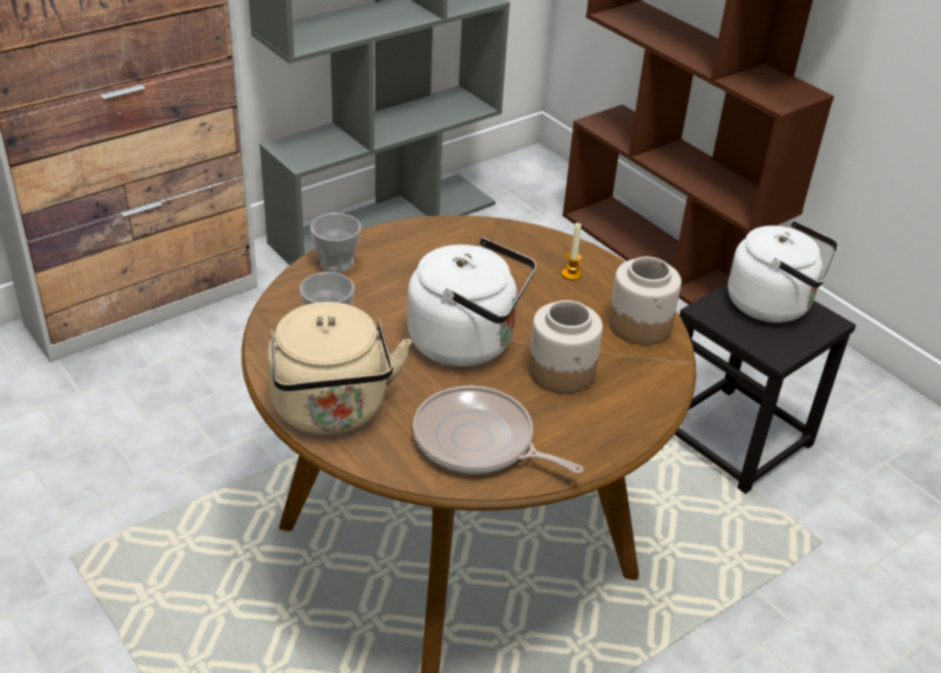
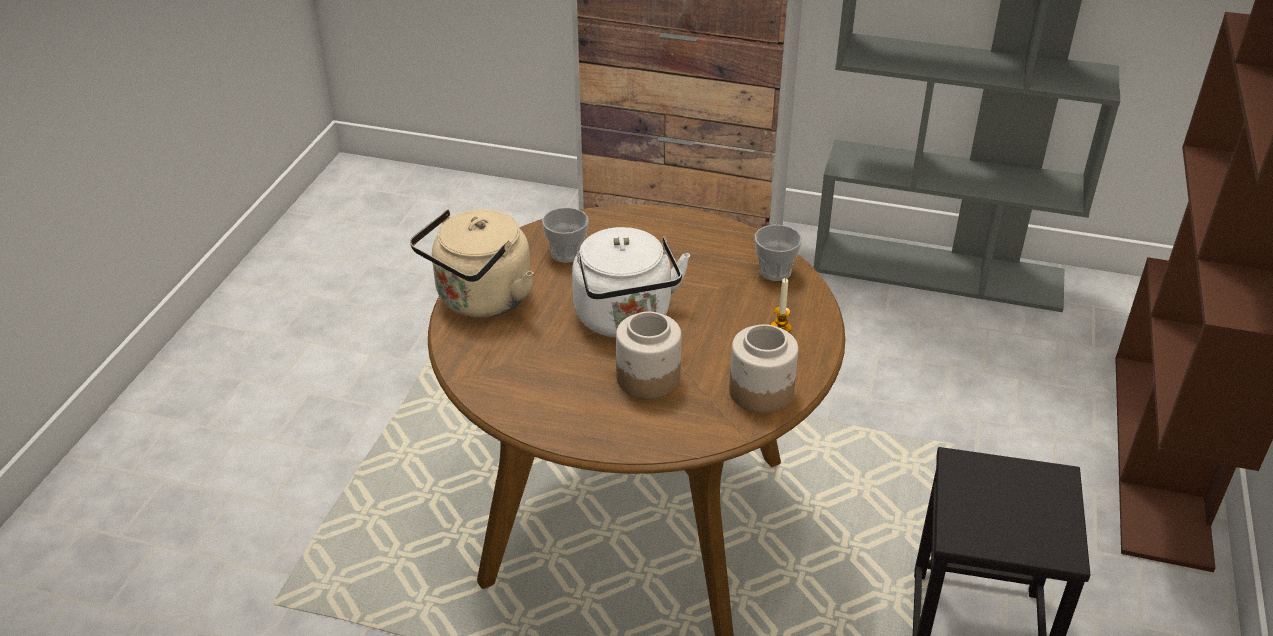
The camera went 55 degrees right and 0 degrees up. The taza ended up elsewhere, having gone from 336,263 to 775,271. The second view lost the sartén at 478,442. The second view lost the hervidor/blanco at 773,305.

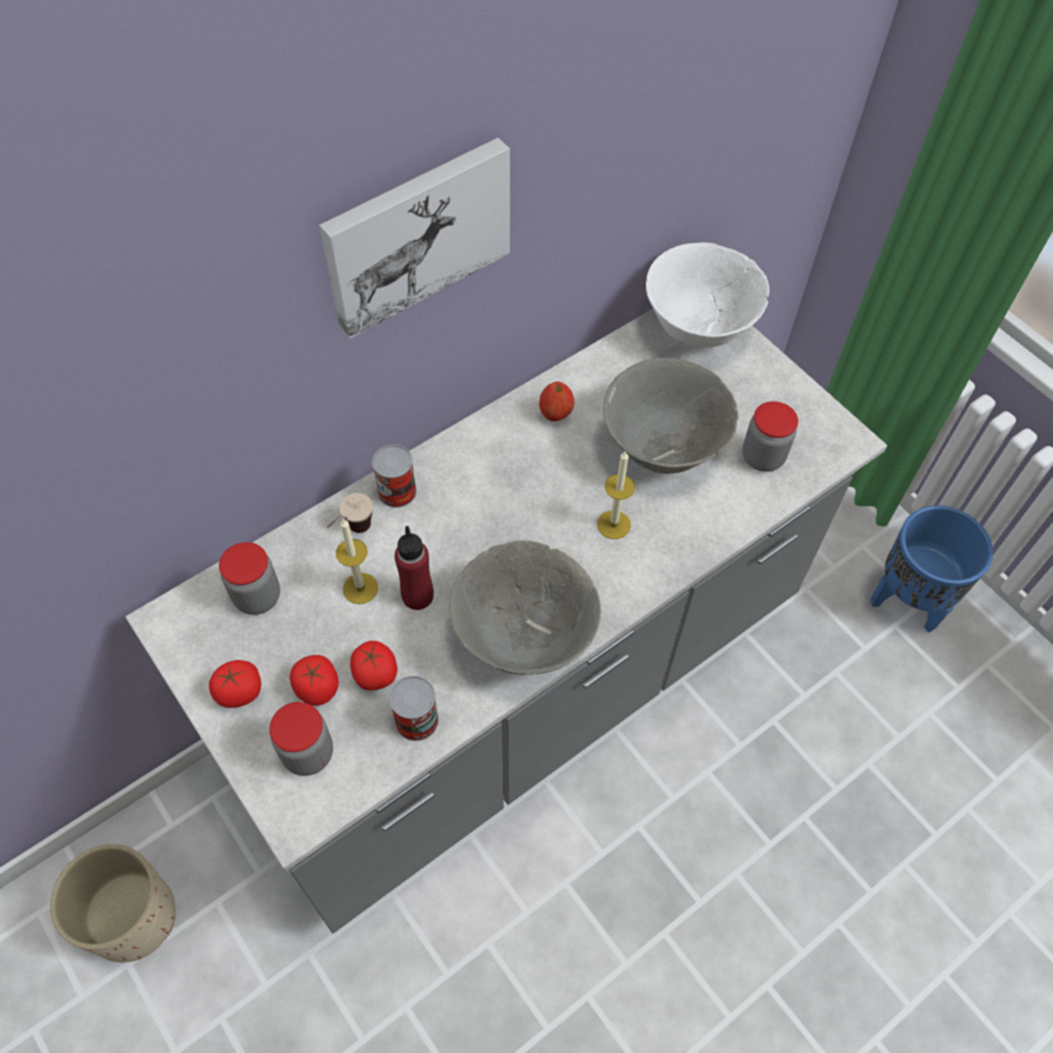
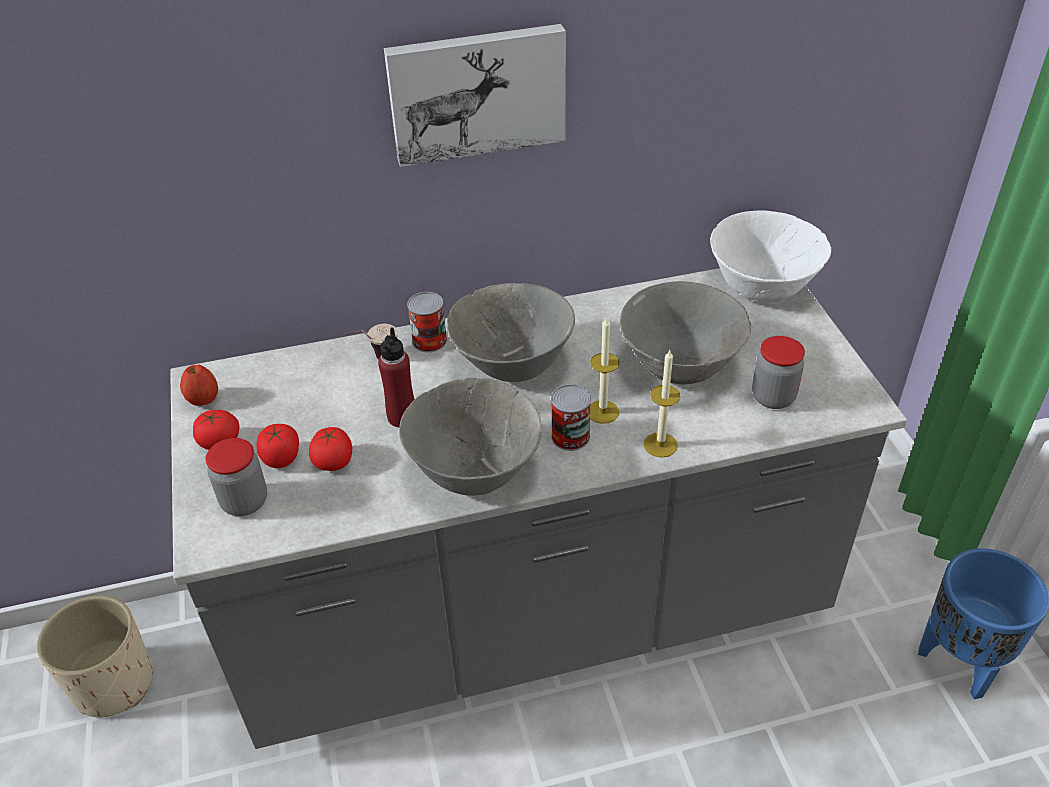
The camera went 25 degrees right and 15 degrees down. The manzana ended up elsewhere, having gone from 555,414 to 203,400. The second view gained the cuenco/gris at 513,366. The lata ended up elsewhere, having gone from 416,720 to 570,436. The vela ended up elsewhere, having gone from 360,588 to 660,445. The second view lost the tarro at 257,597.

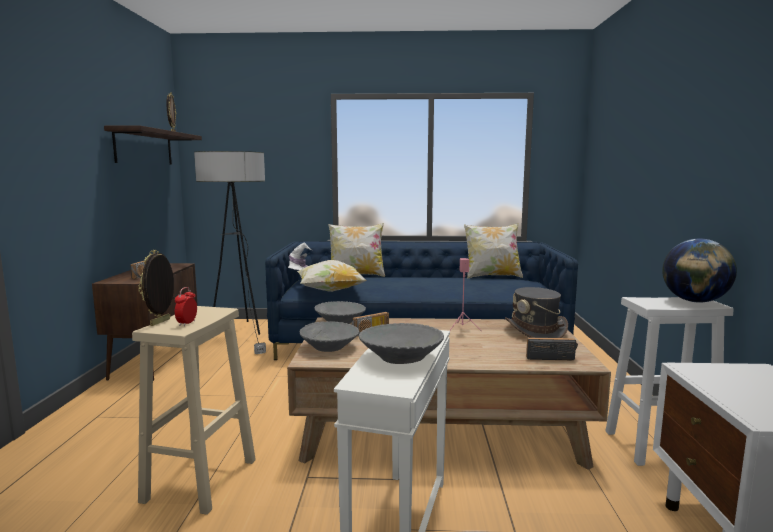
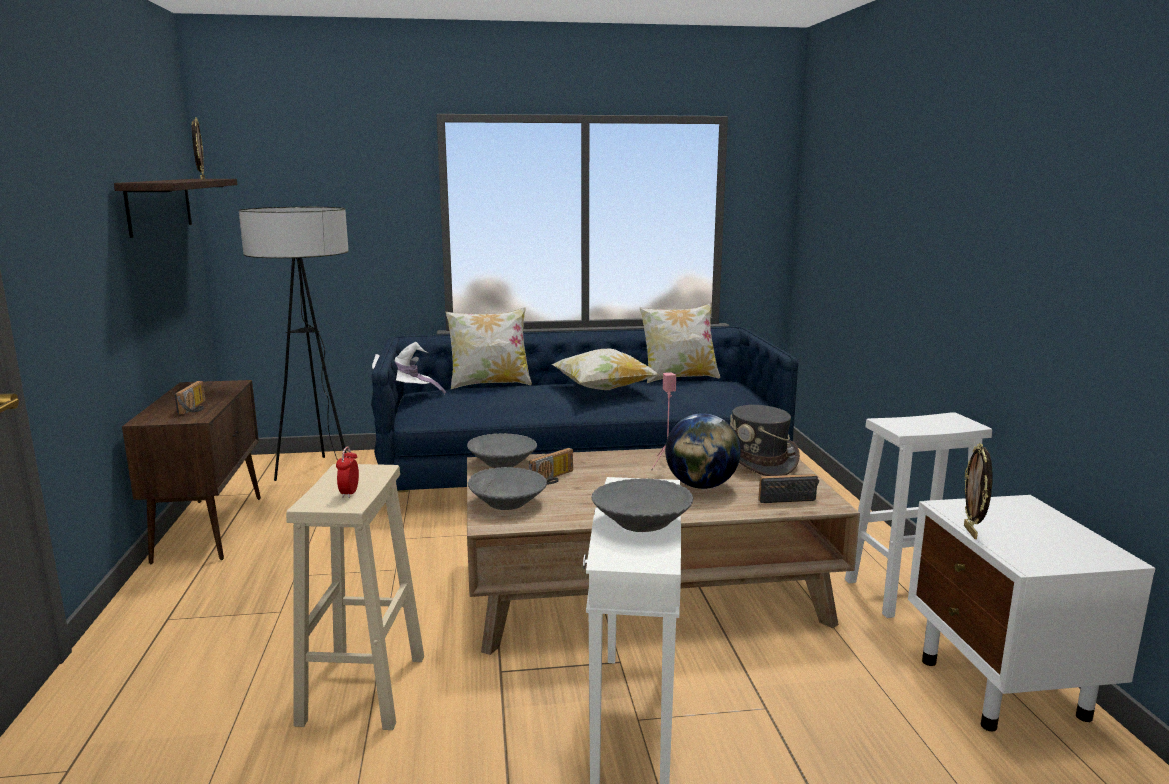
The camera went 10 degrees left and 5 degrees up. The cojín ended up elsewhere, having gone from 330,291 to 603,389. The globo terráqueo ended up elsewhere, having gone from 694,301 to 701,486. The portarretratos ended up elsewhere, having gone from 161,322 to 971,532.

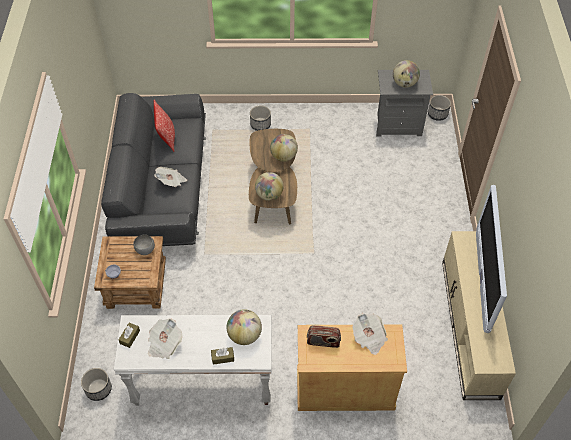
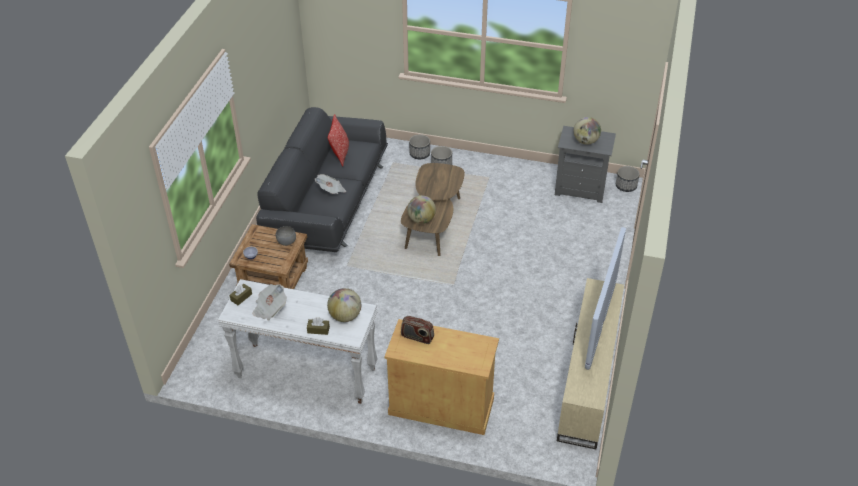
The camera went 15 degrees right and 10 degrees down. The maceta ended up elsewhere, having gone from 99,389 to 420,154. The second view lost the globo terráqueo at 283,156. The second view lost the periódico at 369,338.

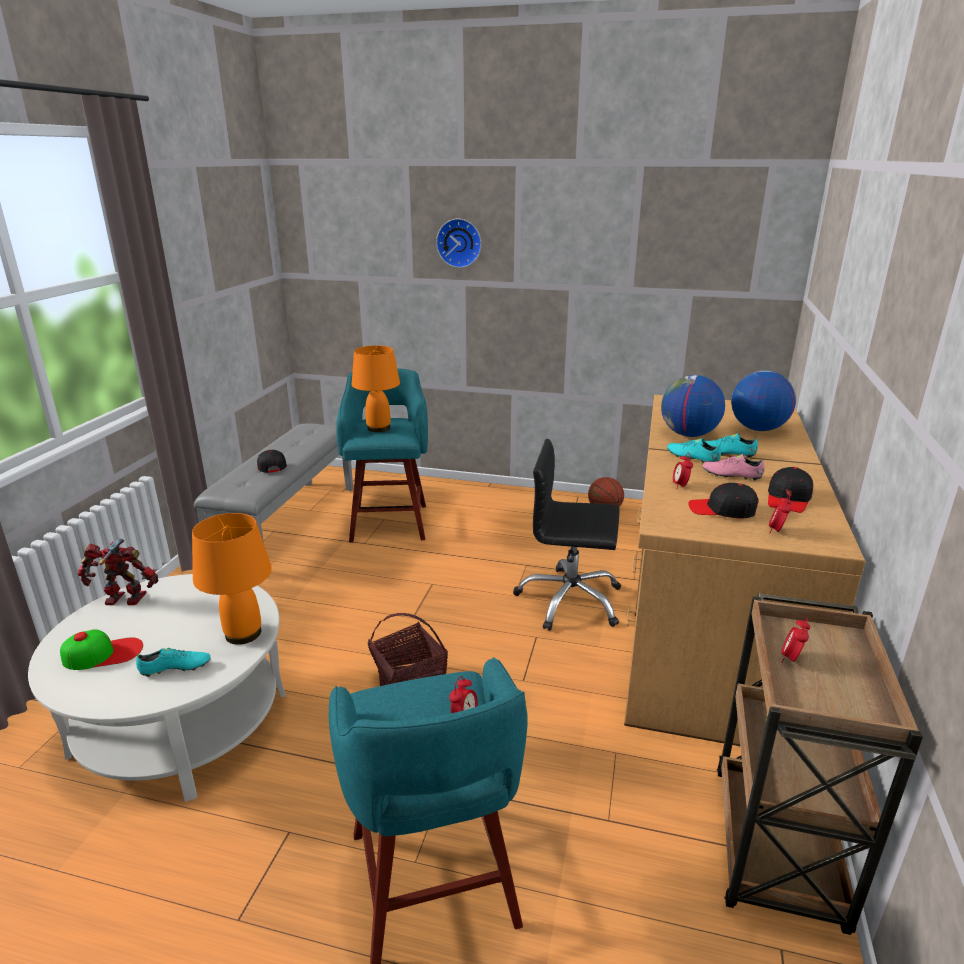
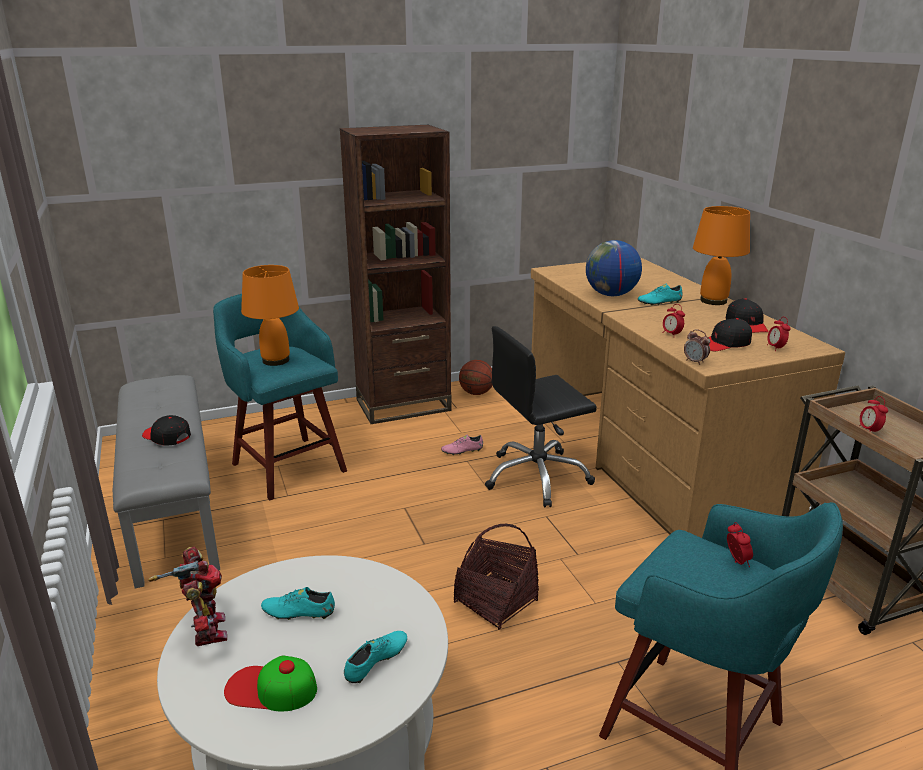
The camera went 35 degrees left and 0 degrees up. The robot de juguete at 125,600 ended up facing another way, 105 degrees clockwise from before. The gorra at 103,653 ended up facing another way, 120 degrees counterclockwise from before. The zapato/turquesa ended up elsewhere, having gone from 692,458 to 298,613. The second view gained the estantería/marrón at 403,405. The zapato/rosa ended up elsewhere, having gone from 731,475 to 462,451. The second view gained the despertador at 695,362. The lámpara de mesa/naranja ended up elsewhere, having gone from 243,634 to 714,301. The second view lost the reloj de pared at 459,243. The second view lost the globo terráqueo at 757,429.

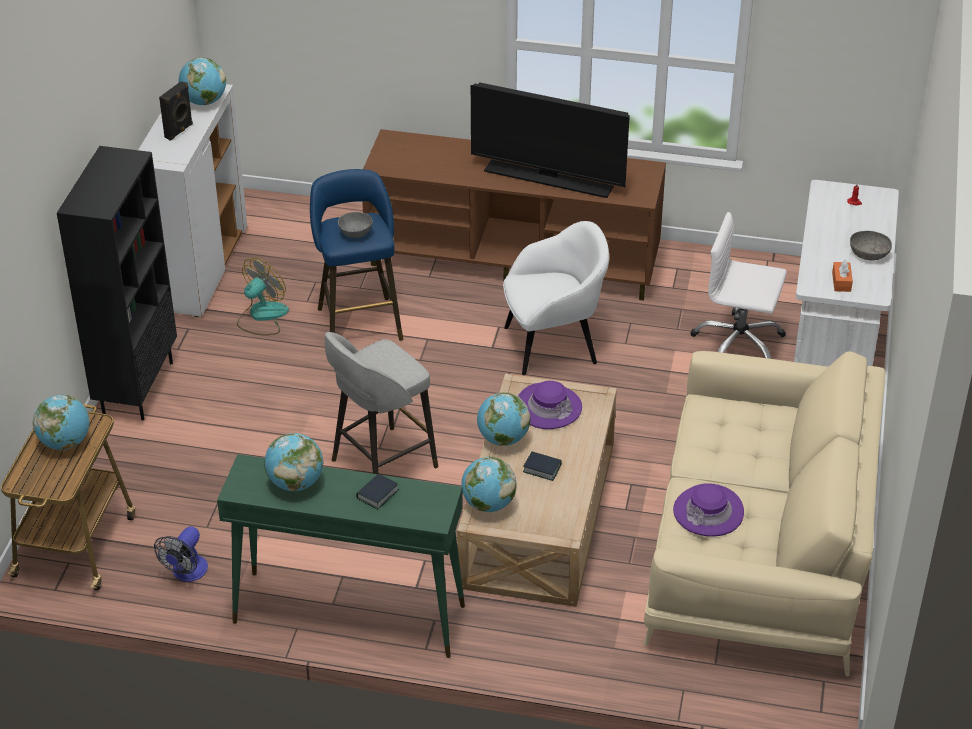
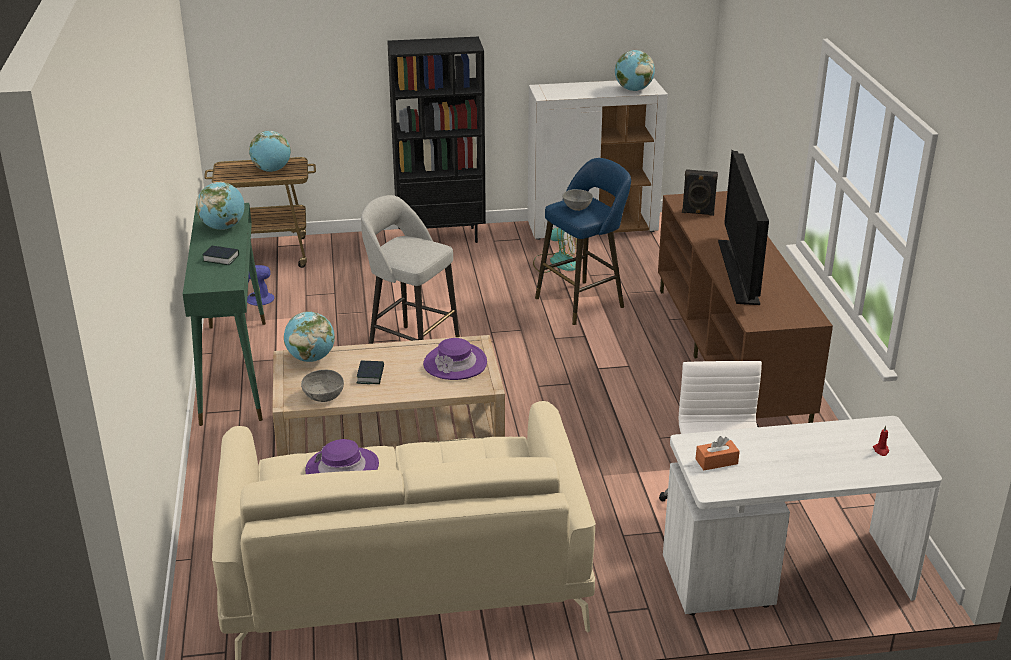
The camera went 70 degrees right and 10 degrees down. The cuenco/gris ended up elsewhere, having gone from 869,254 to 323,395. The altavoz/negro ended up elsewhere, having gone from 179,131 to 698,213. The second view lost the globo terráqueo at 503,439. The second view lost the sillón/blanco at 553,344.

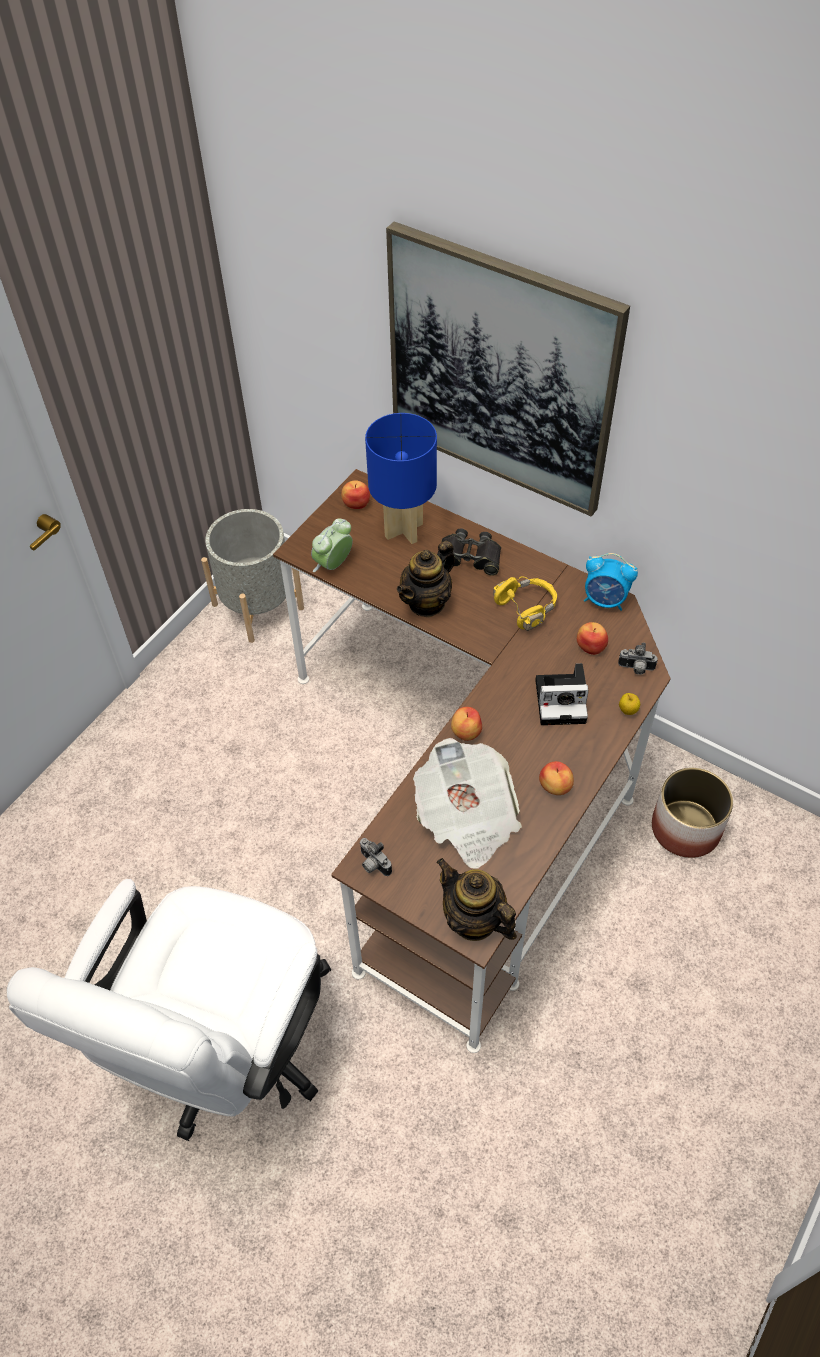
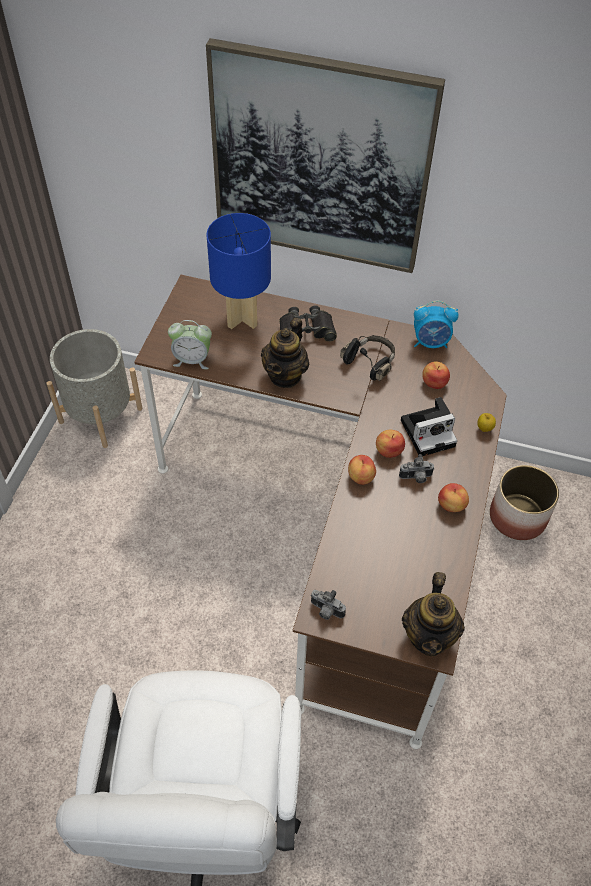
The camera went 20 degrees left and 0 degrees up. The despertador at 333,564 ended up facing another way, 105 degrees counterclockwise from before. What was the auriculares/amarillo at 526,608 turned into the auriculares/negro at 370,362. The manzana ended up elsewhere, having gone from 356,503 to 389,450. The cámara ended up elsewhere, having gone from 636,669 to 416,478. The tetera at 474,920 ended up facing another way, 105 degrees counterclockwise from before. The second view lost the periódico at 467,818.

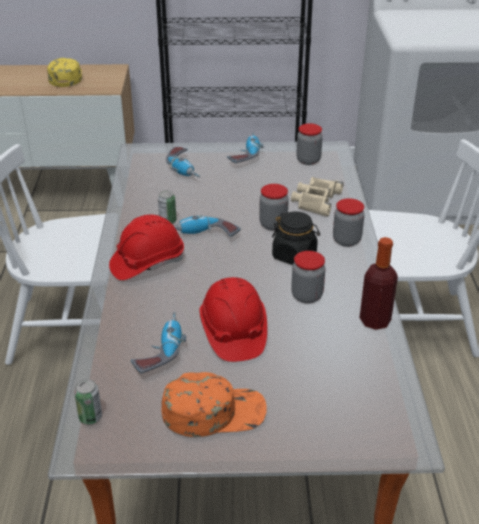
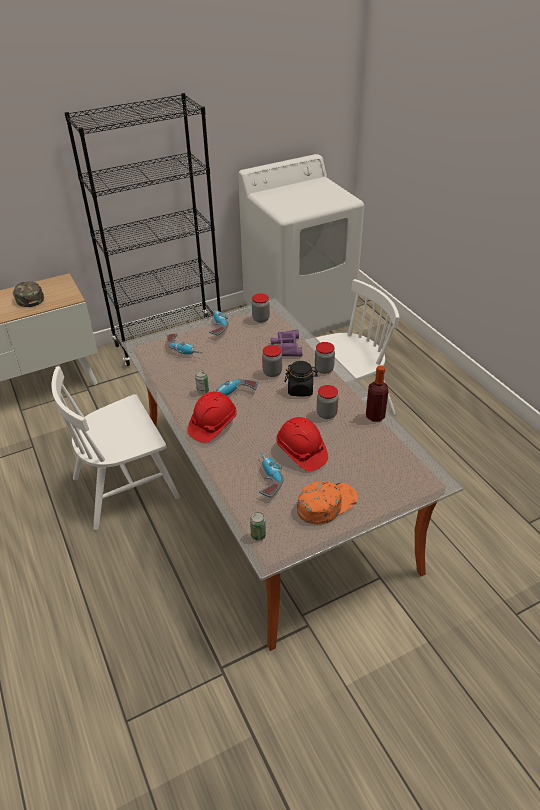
The camera went 25 degrees left and 5 degrees up. What was the gorra/amarillo at 65,77 turned into the gorra/verde at 27,297. What was the prismáticos/beis at 315,200 turned into the prismáticos/morado at 286,347.

